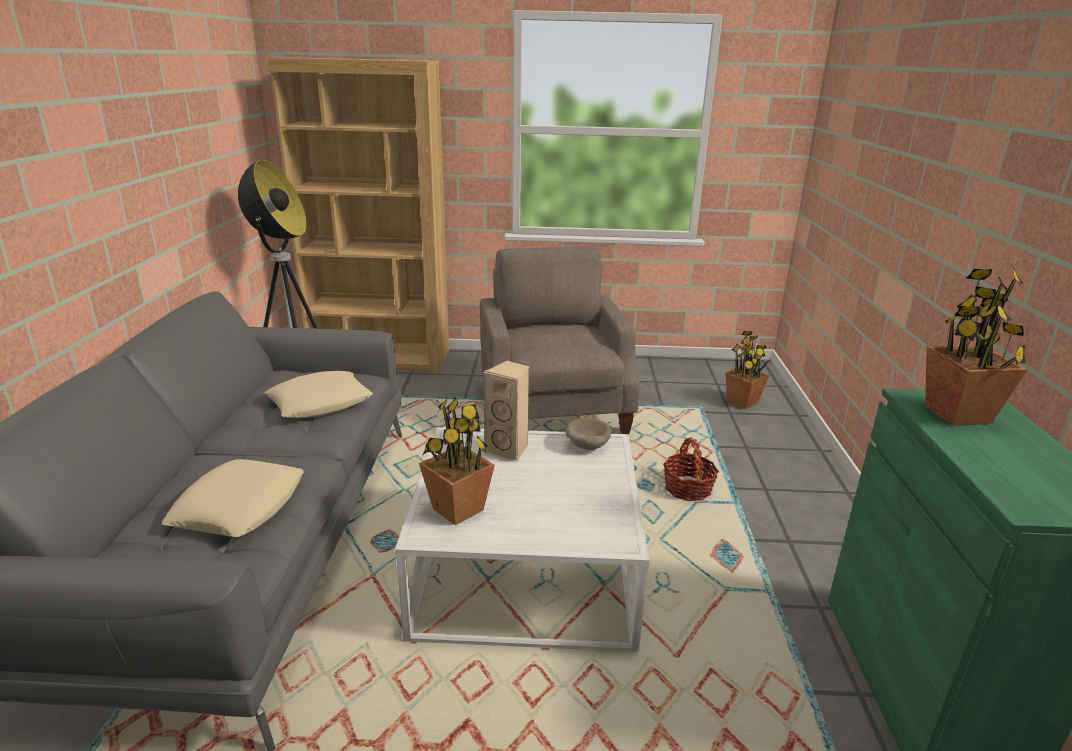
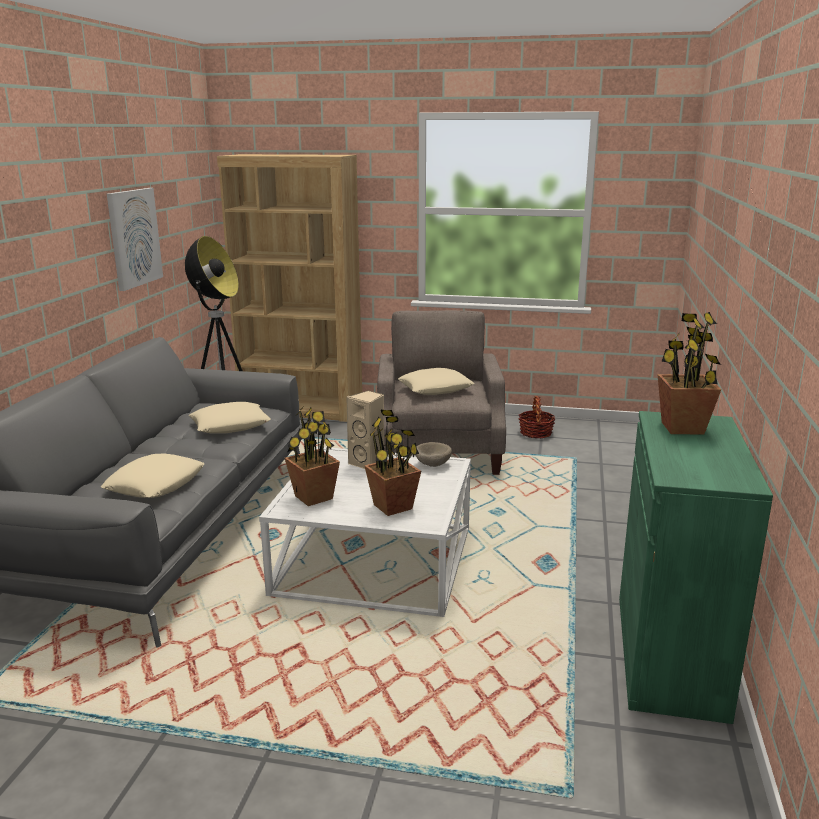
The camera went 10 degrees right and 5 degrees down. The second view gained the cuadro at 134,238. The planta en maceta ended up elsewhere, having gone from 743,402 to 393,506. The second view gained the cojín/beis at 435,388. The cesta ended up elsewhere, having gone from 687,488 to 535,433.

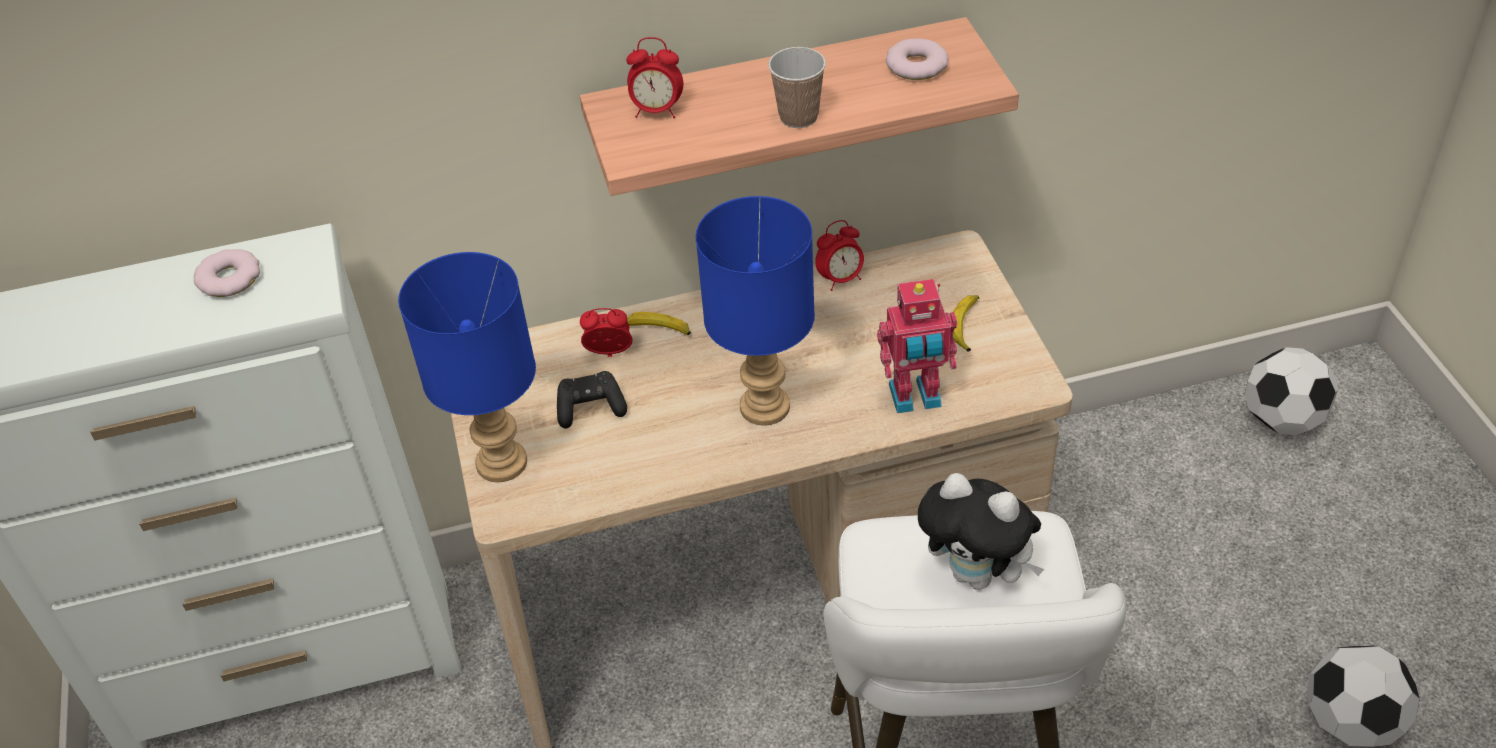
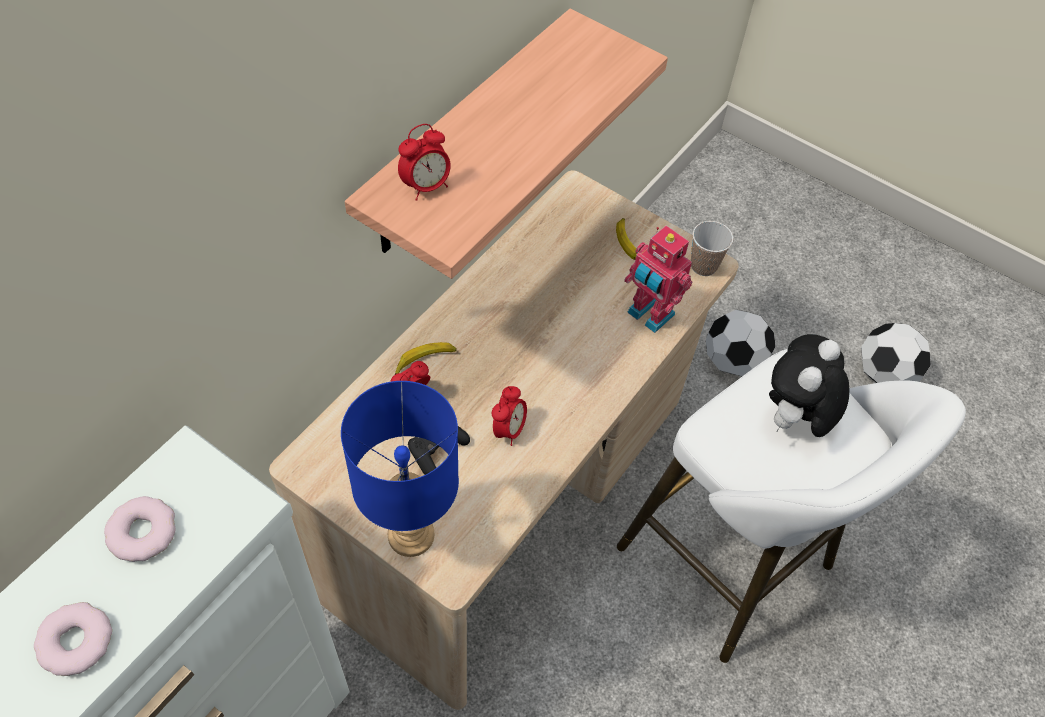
The camera went 45 degrees left and 10 degrees up. The rosquilla ended up elsewhere, having gone from 916,65 to 75,641. The despertador ended up elsewhere, having gone from 840,279 to 508,429. The robot de juguete at 915,398 ended up facing another way, 90 degrees clockwise from before. The taza ended up elsewhere, having gone from 798,117 to 703,266. The balón de fútbol ended up elsewhere, having gone from 1282,420 to 733,362. The peluche at 978,575 ended up facing another way, 135 degrees clockwise from before. The second view lost the lámpara de mesa/azul at 766,405.

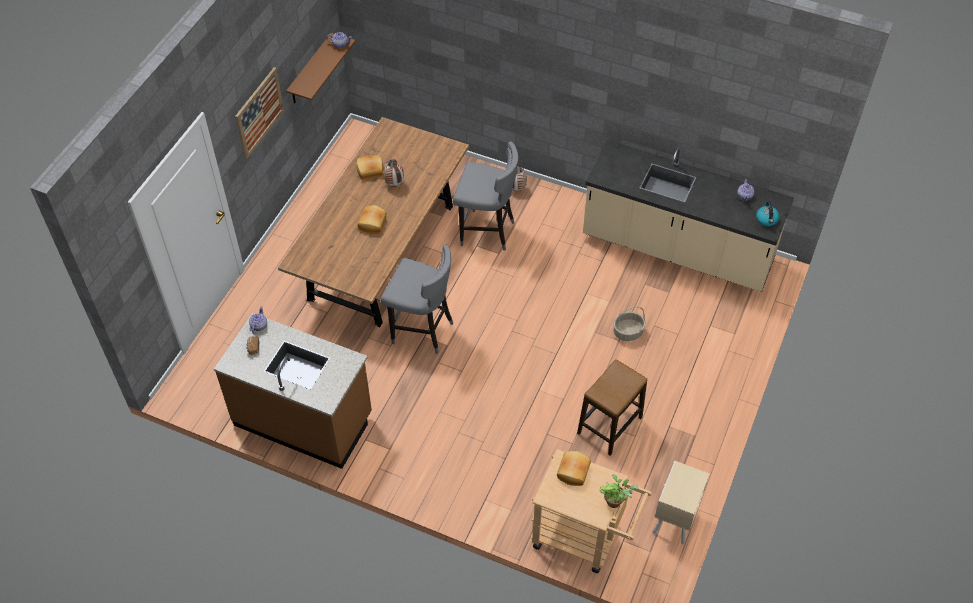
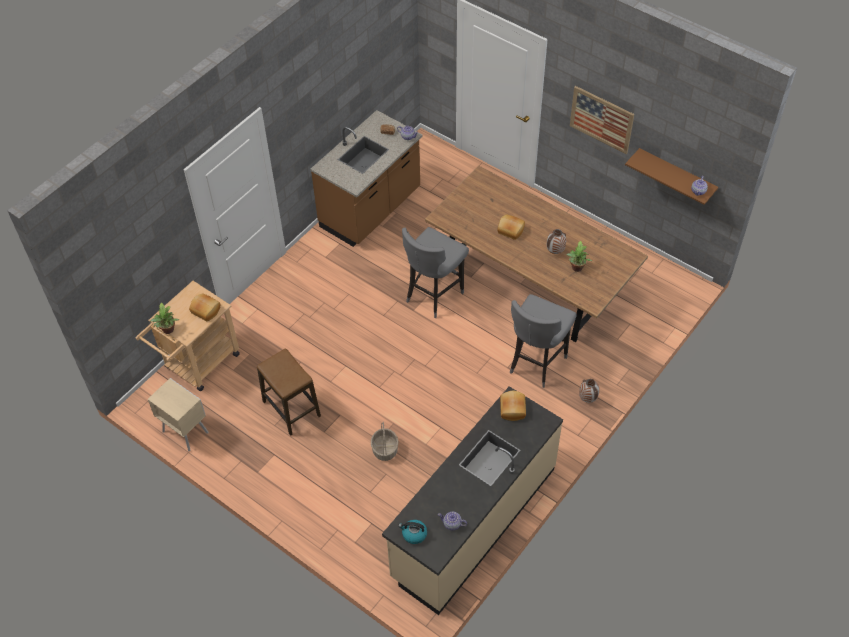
The camera went 105 degrees right and 0 degrees up. The pan ended up elsewhere, having gone from 370,171 to 511,409. The second view gained the planta en maceta at 577,268.

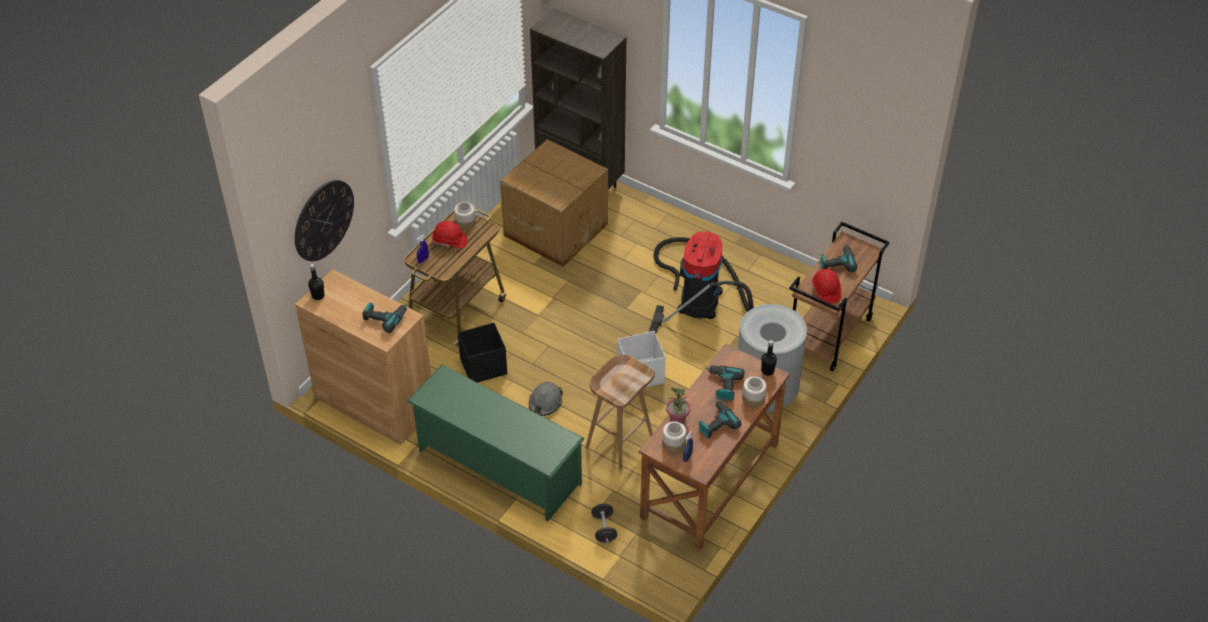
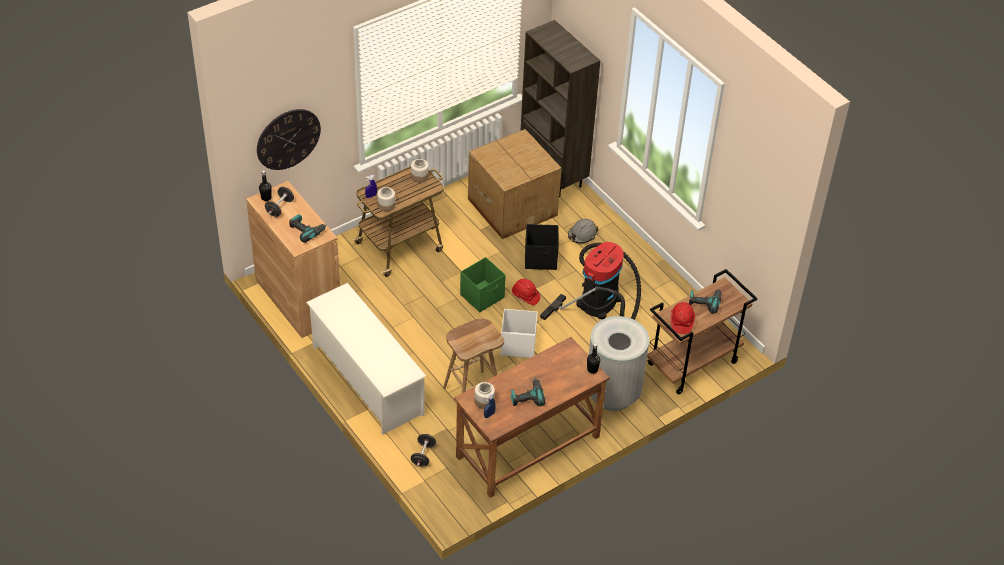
The camera went 20 degrees right and 0 degrees up. The second view gained the mancuerna/negro at 280,208. What was the zapatero/verde at 498,467 turned into the zapatero/blanco at 366,380. The tarro ended up elsewhere, having gone from 753,398 to 386,205. The second view gained the caja de almacenaje/verde at 483,296. The casco/rojo ended up elsewhere, having gone from 450,241 to 525,296. The caja de almacenaje/negro ended up elsewhere, having gone from 484,367 to 541,259. The casco/gris ended up elsewhere, having gone from 545,402 to 582,234. The second view lost the planta en maceta at 677,419. The second view lost the taladro at 723,385.

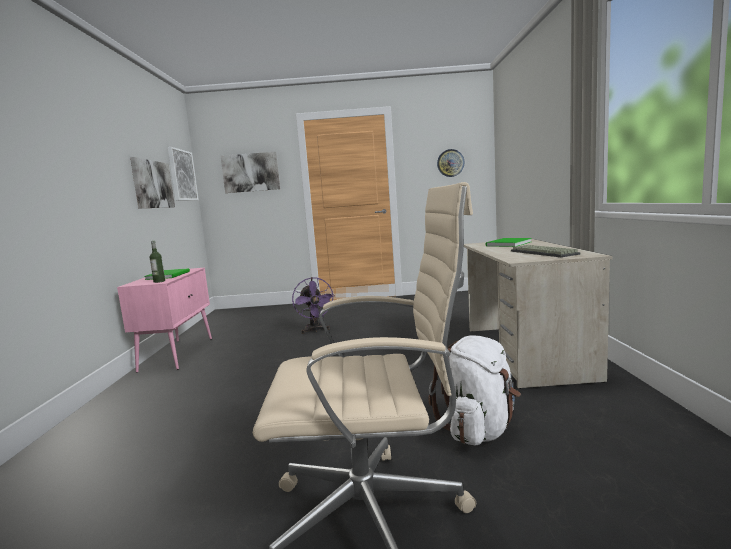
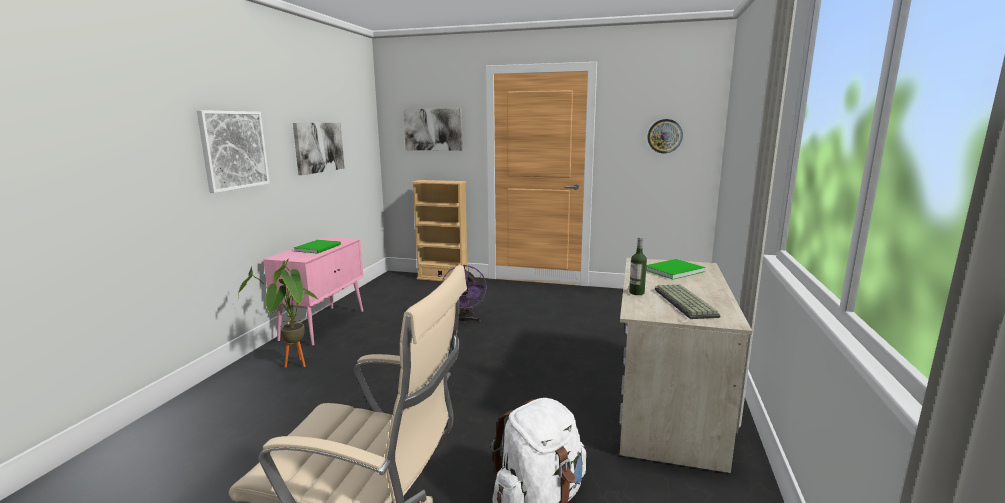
The camera went 15 degrees right and 5 degrees up. The cuadro ended up elsewhere, having gone from 182,175 to 234,150. The second view gained the planta en maceta at 293,367. The second view gained the estantería/beis at 442,278. The botella ended up elsewhere, having gone from 159,281 to 636,293.

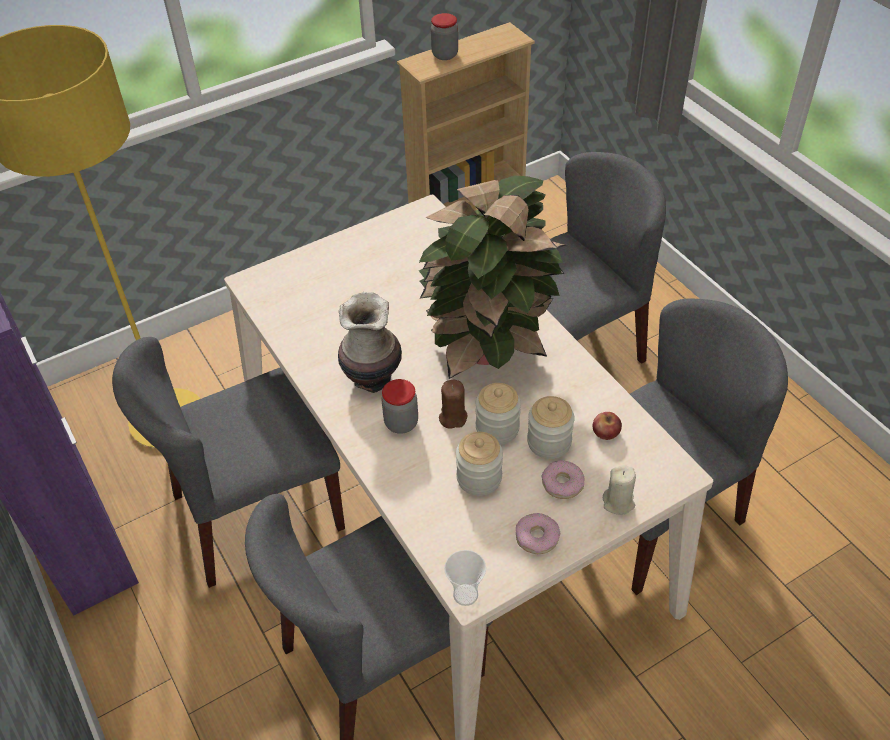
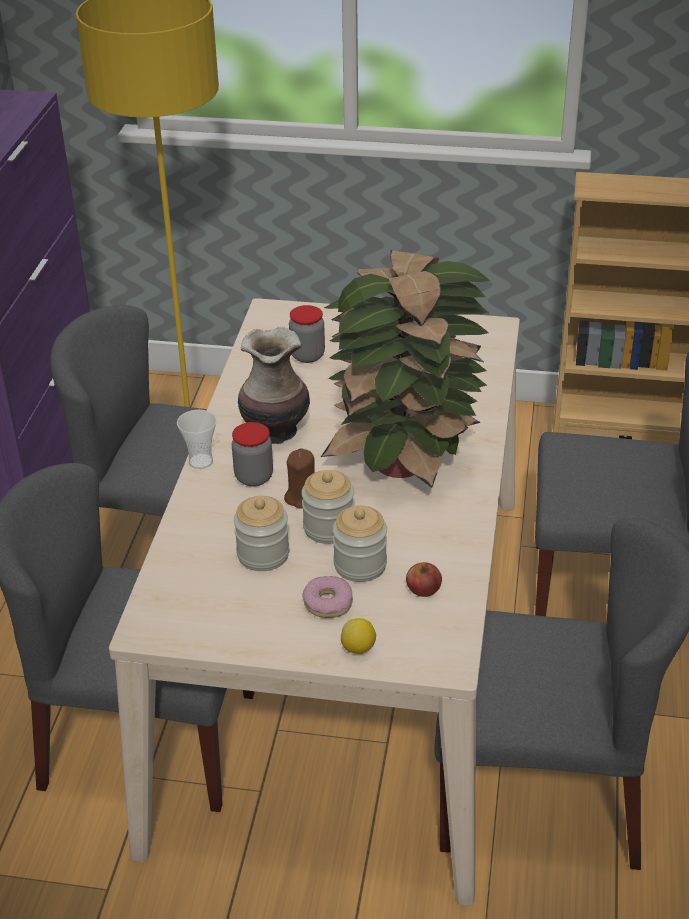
The camera went 40 degrees right and 10 degrees down. The taza ended up elsewhere, having gone from 465,594 to 201,461. The tarro ended up elsewhere, having gone from 445,55 to 307,355. Where the vela/beis stood at 618,502, the limón came to stand at 358,648. The second view lost the rosquilla at 537,537.

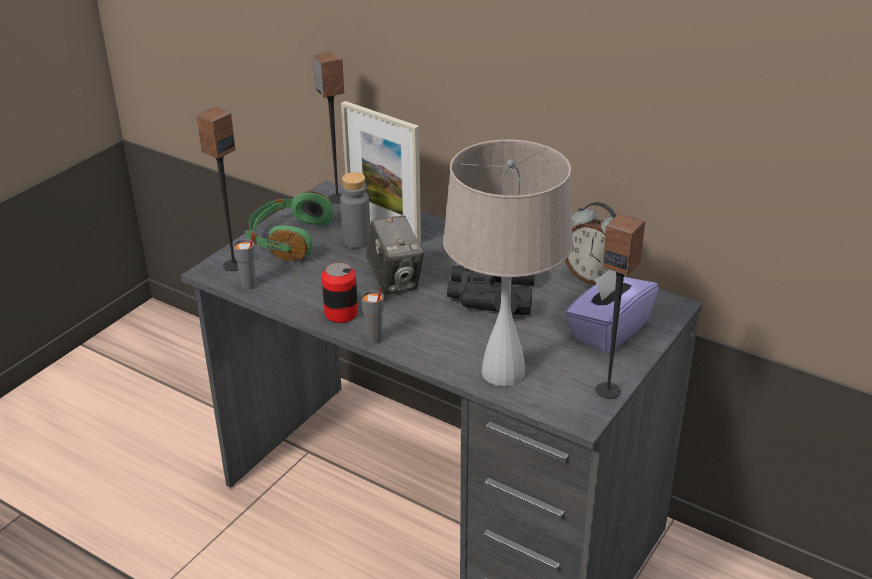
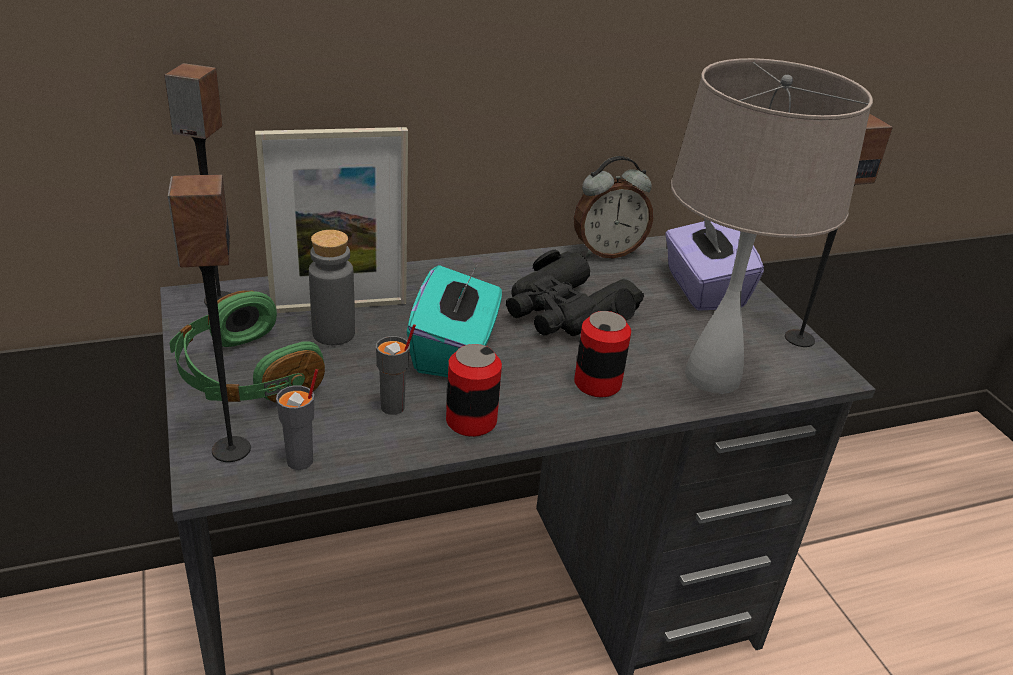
The camera went 55 degrees left and 0 degrees up. The taza/gris ended up elsewhere, having gone from 374,339 to 393,407. Where the cámara stood at 395,280, the caja de pañuelos/turquesa came to stand at 455,351. The second view gained the lata at 597,383.

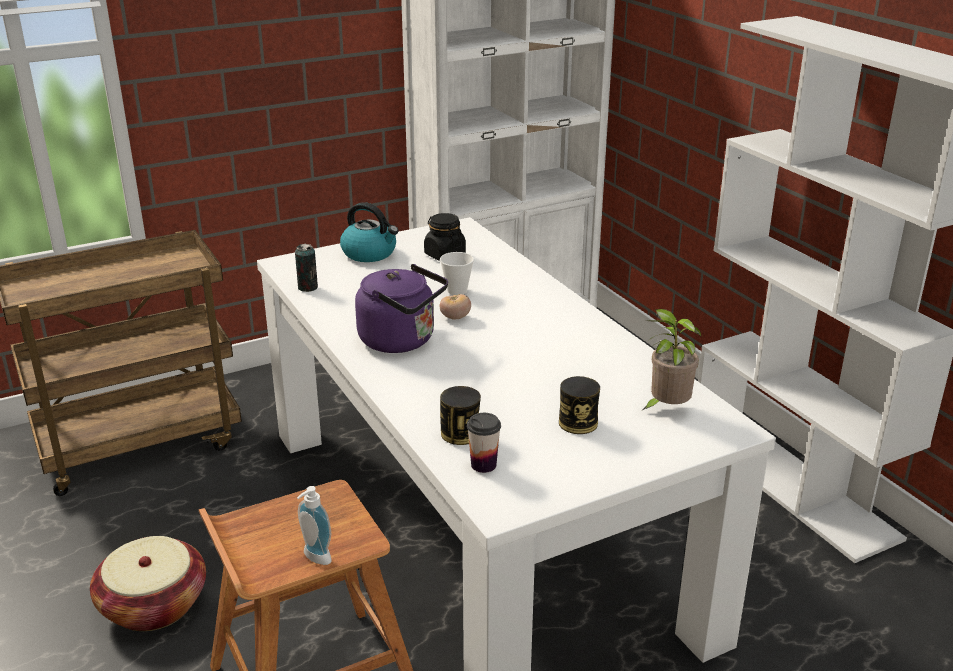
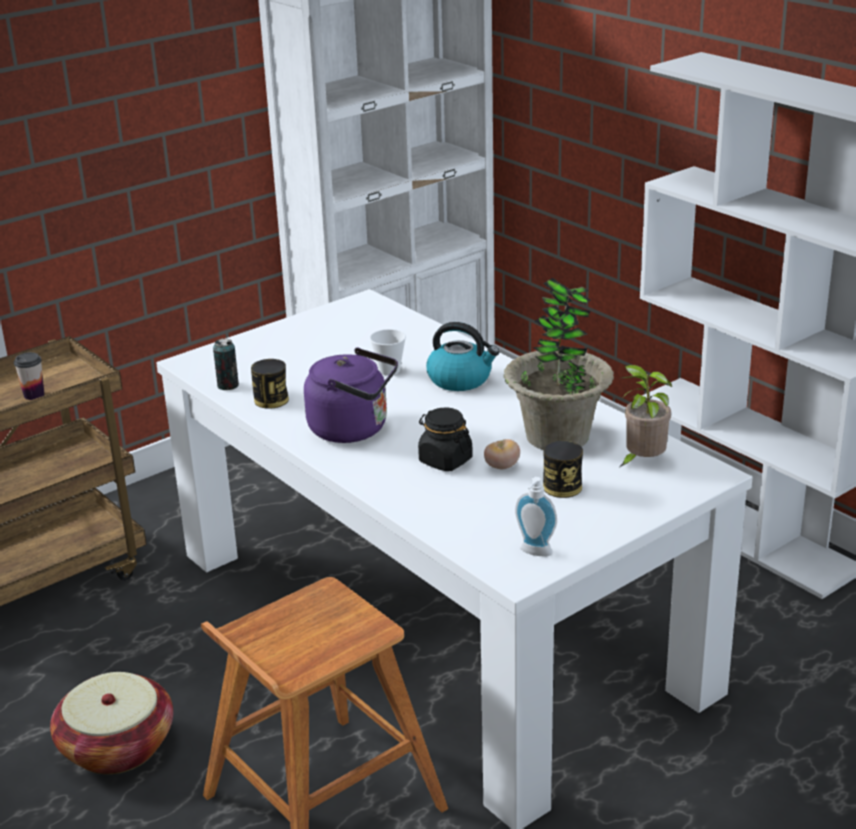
The camera went 10 degrees left and 0 degrees up. The taza ended up elsewhere, having gone from 483,465 to 34,395. The lata ended up elsewhere, having gone from 460,433 to 271,400. The tarro/negro ended up elsewhere, having gone from 444,255 to 445,460. The hervidor ended up elsewhere, having gone from 370,253 to 460,379. The tomate ended up elsewhere, having gone from 455,317 to 502,466. The second view gained the planta en maceta at 557,436. The dispensador de jabón ended up elsewhere, having gone from 314,559 to 534,553.

